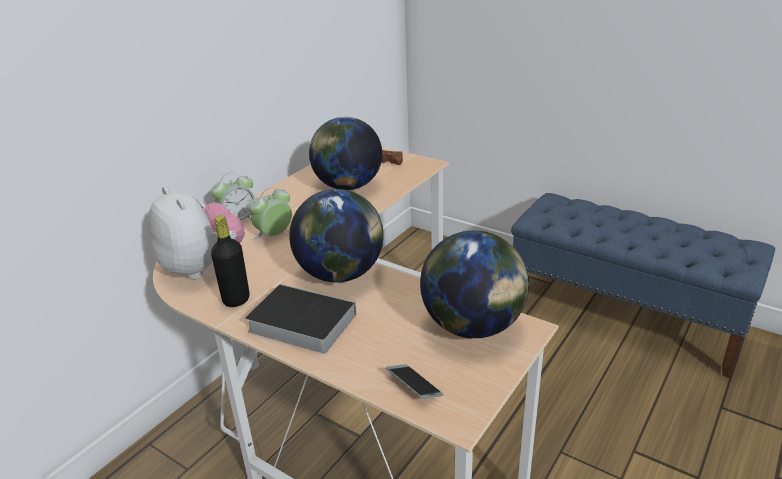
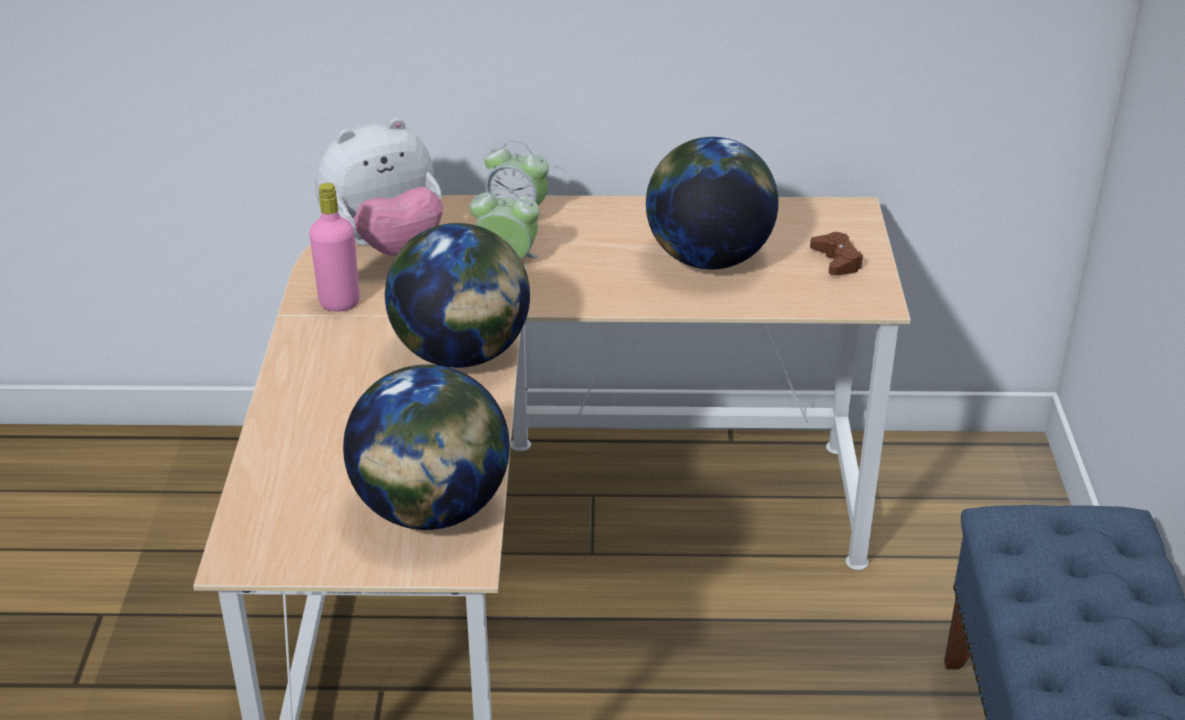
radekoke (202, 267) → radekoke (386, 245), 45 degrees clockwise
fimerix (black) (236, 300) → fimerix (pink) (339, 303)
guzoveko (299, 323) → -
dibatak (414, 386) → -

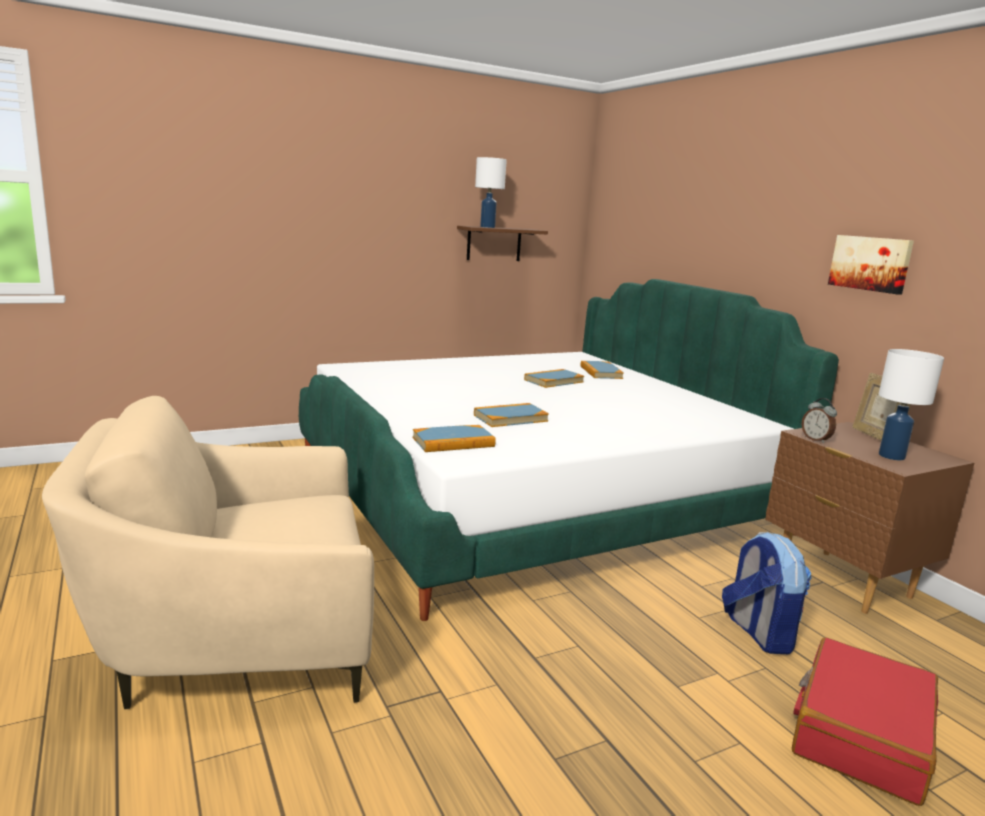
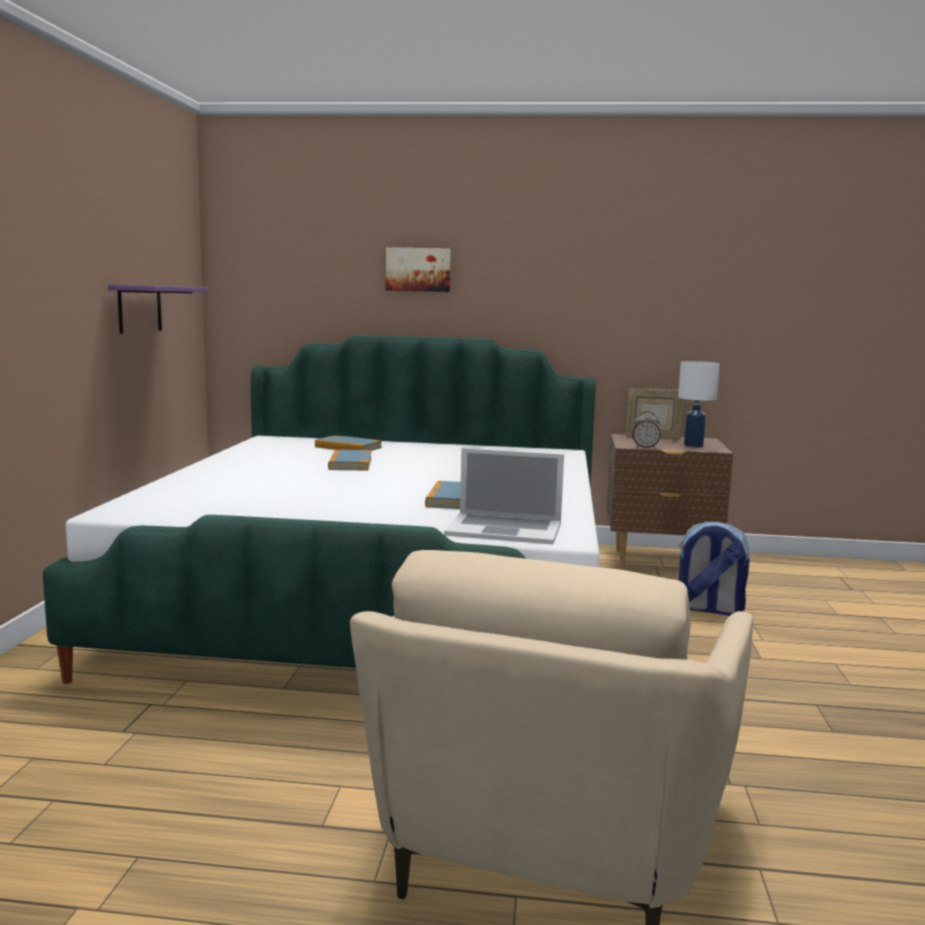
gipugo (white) (487, 227) → -
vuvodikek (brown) (494, 244) → vuvodikek (purple) (139, 308)
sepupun (870, 263) → sepupun (418, 269), moved
guzoveko (453, 442) → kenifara (504, 529)
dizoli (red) (860, 734) → -

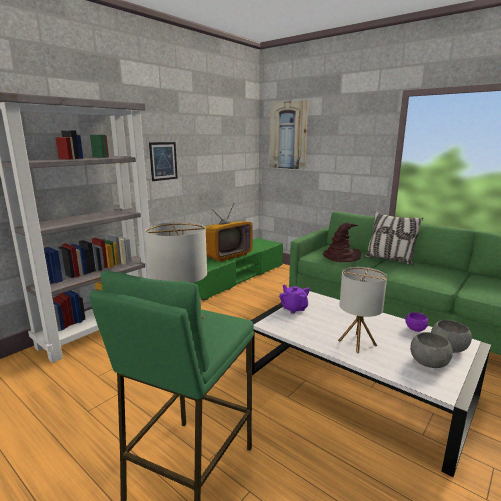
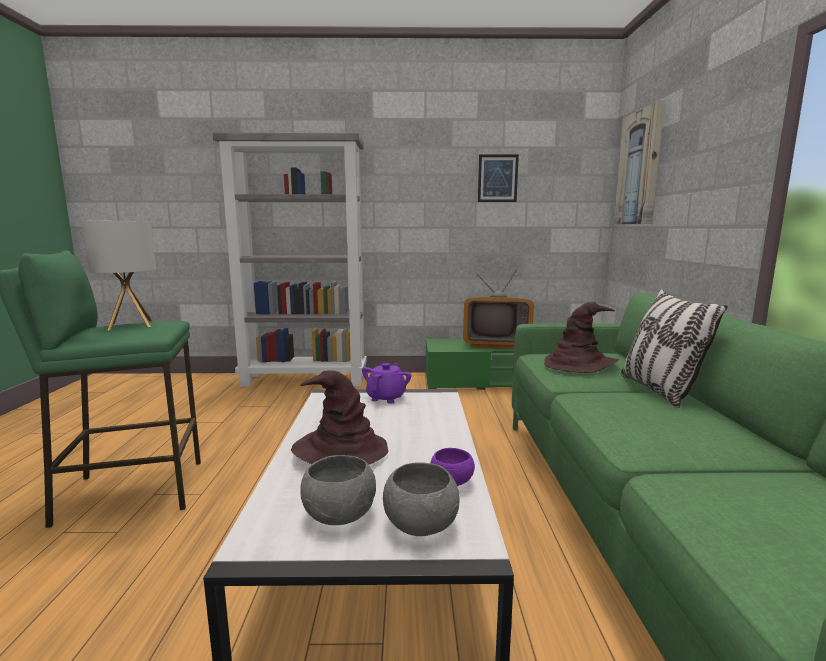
sepupun (163, 161) → sepupun (497, 178), moved
gipugo (357, 343) → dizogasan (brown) (339, 451)

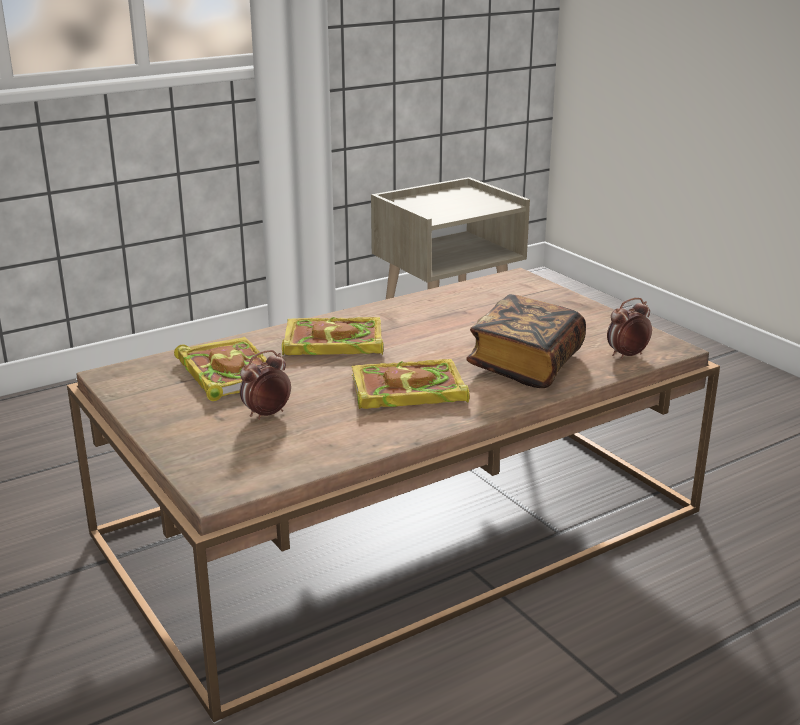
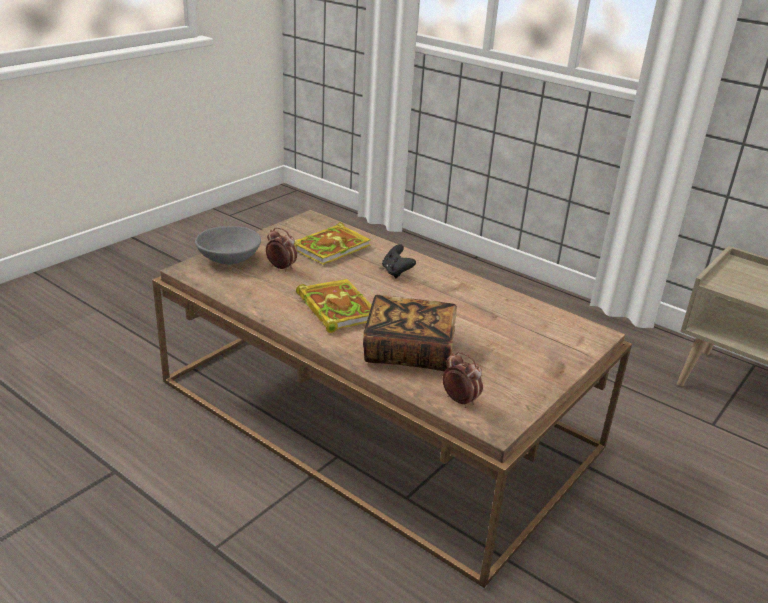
guzoveko (331, 343) → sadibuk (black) (396, 272)
- → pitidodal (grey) (229, 259)

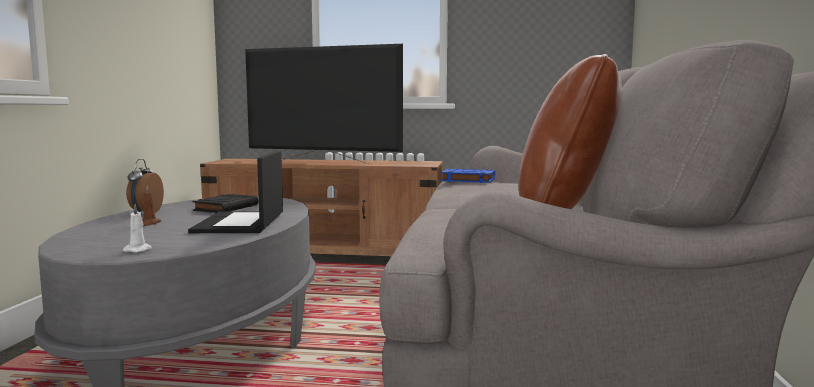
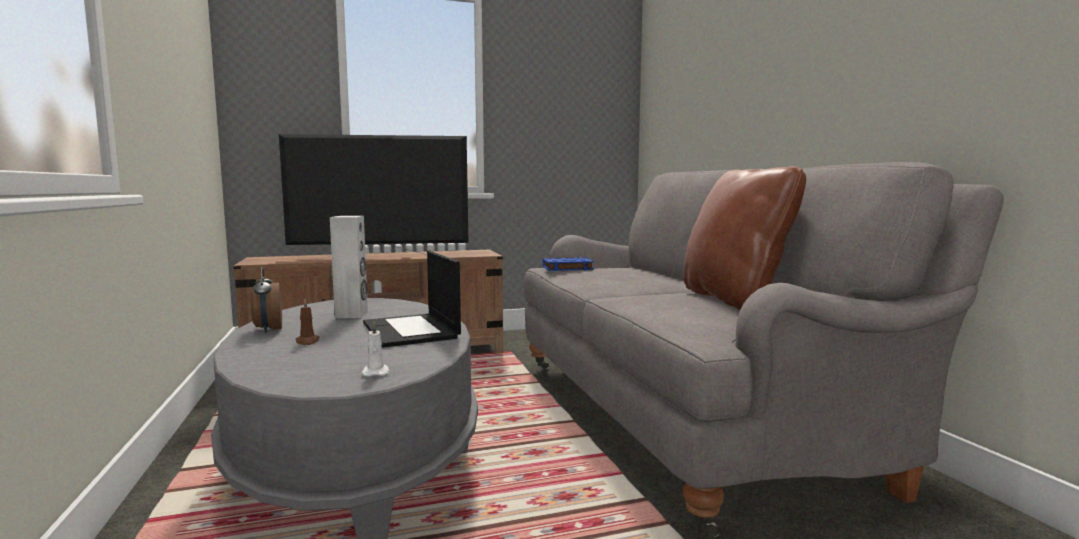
guzoveko (black) (226, 208) → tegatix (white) (352, 315)

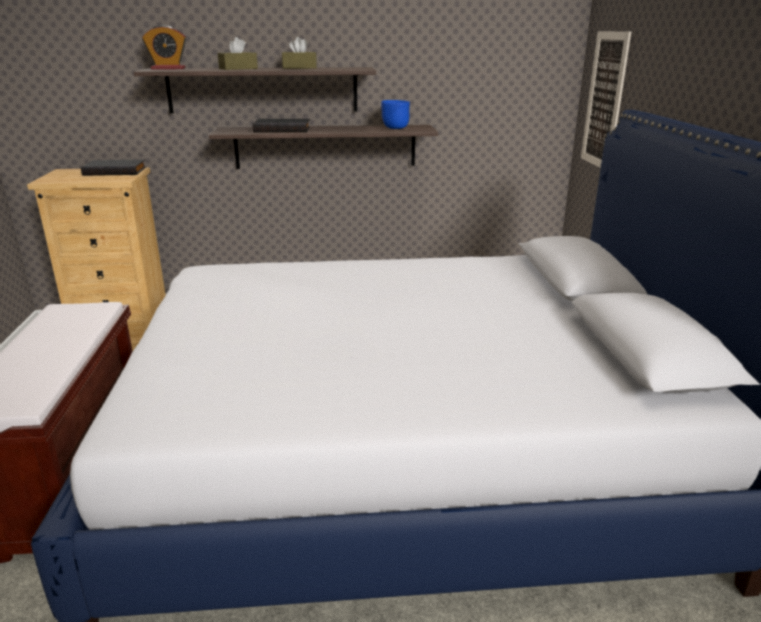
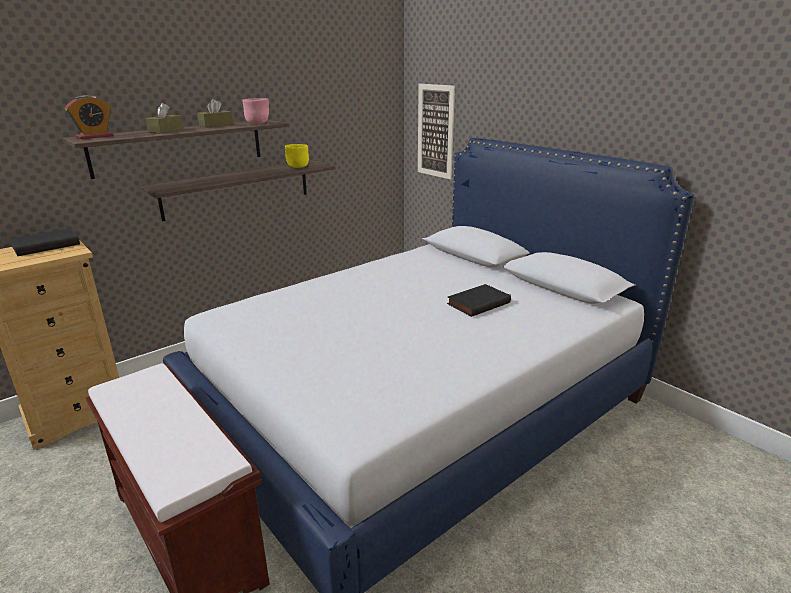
pitidodal (blue) (395, 128) → pitidodal (yellow) (298, 167)
guzoveko (black) (282, 129) → guzoveko (black) (478, 303), moved
- → pitidodal (pink) (257, 123)

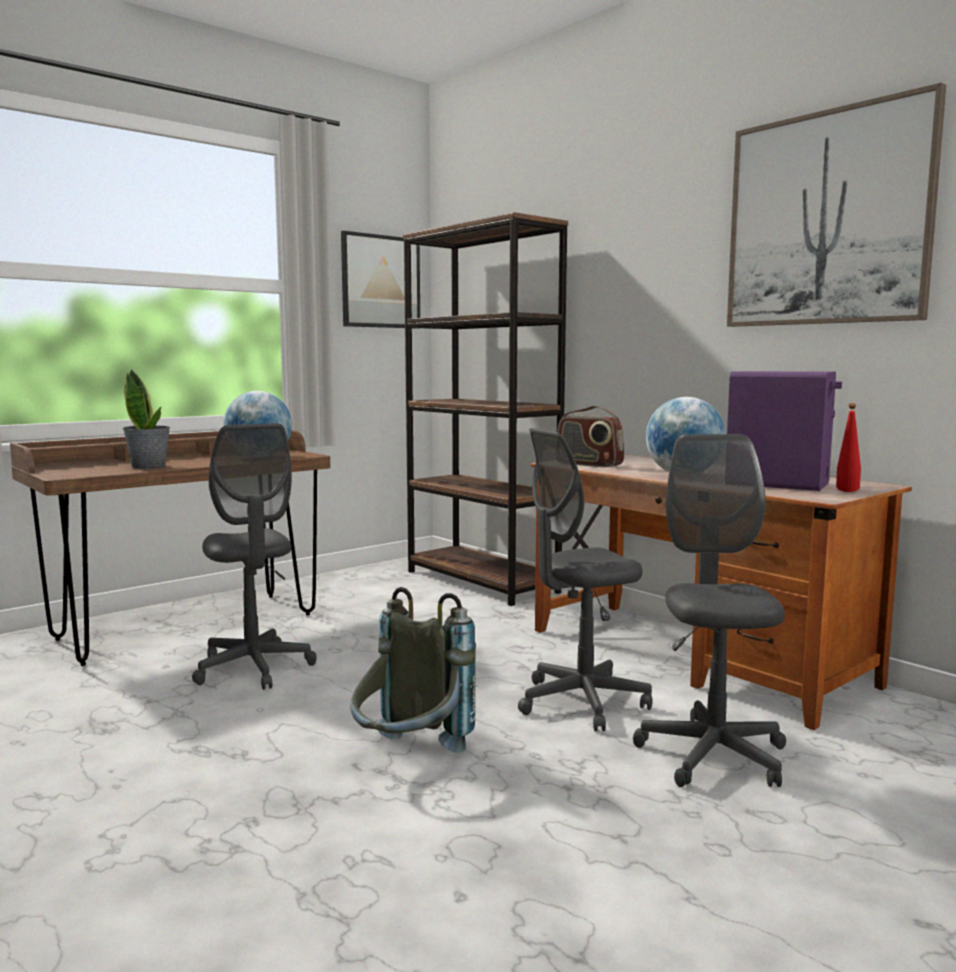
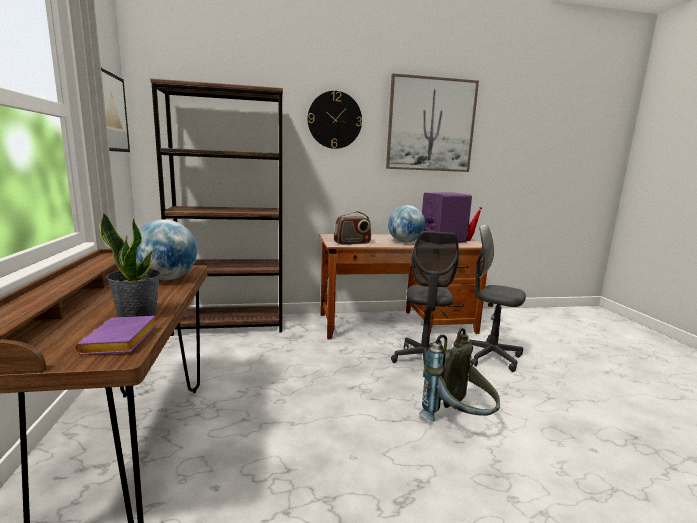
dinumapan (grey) (253, 668) → -
- → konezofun (334, 120)
- → guzoveko (purple) (121, 342)

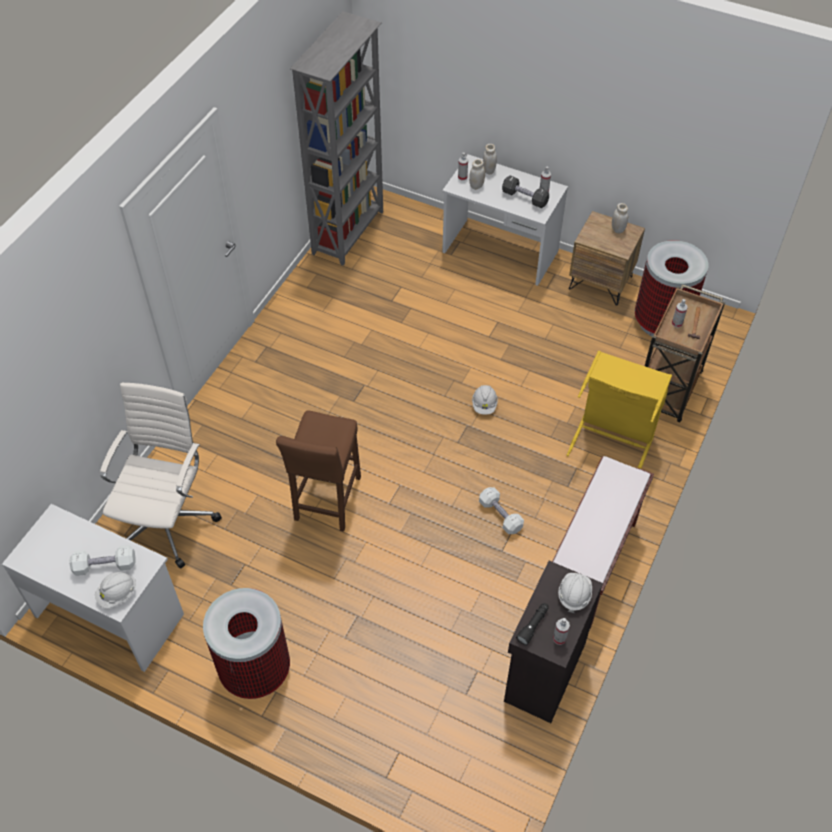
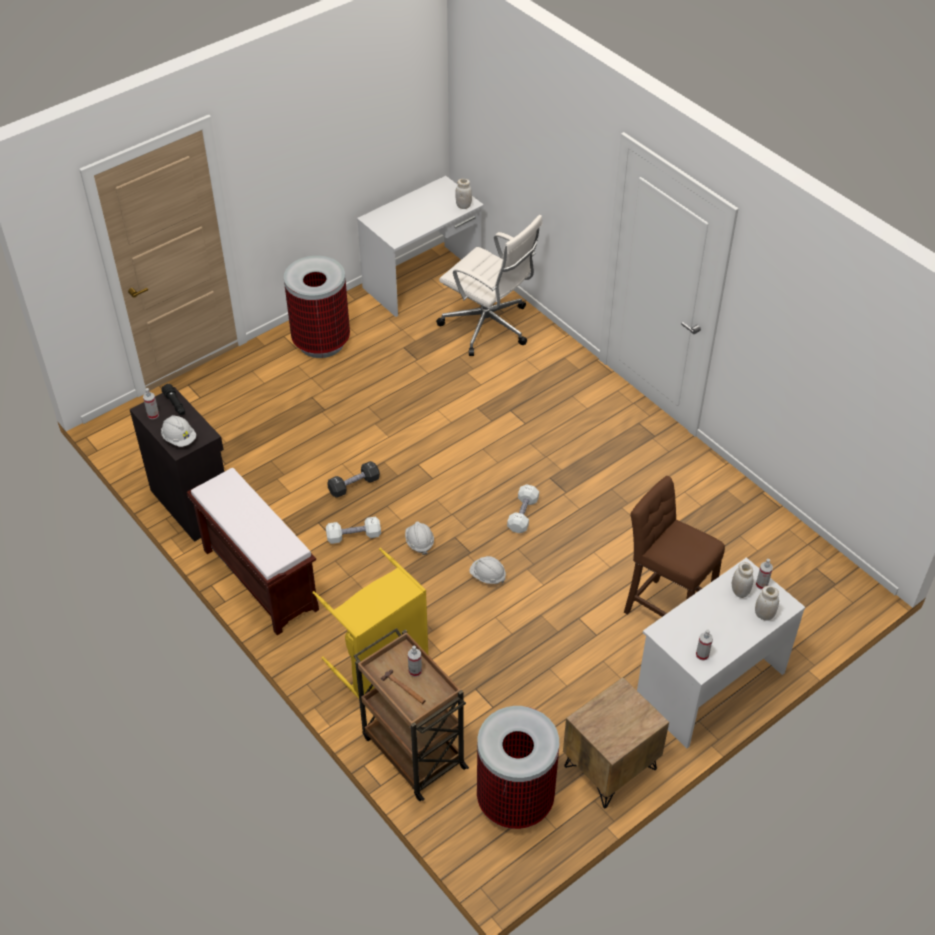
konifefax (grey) (349, 232) → -
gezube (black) (524, 198) → gezube (black) (354, 485), moved
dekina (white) (617, 229) → dekina (white) (463, 206), moved
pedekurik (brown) (327, 502) → pedekurik (brown) (664, 610), moved
gezube (white) (105, 565) → gezube (white) (523, 515), moved
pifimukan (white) (117, 594) → pifimukan (white) (419, 542), moved

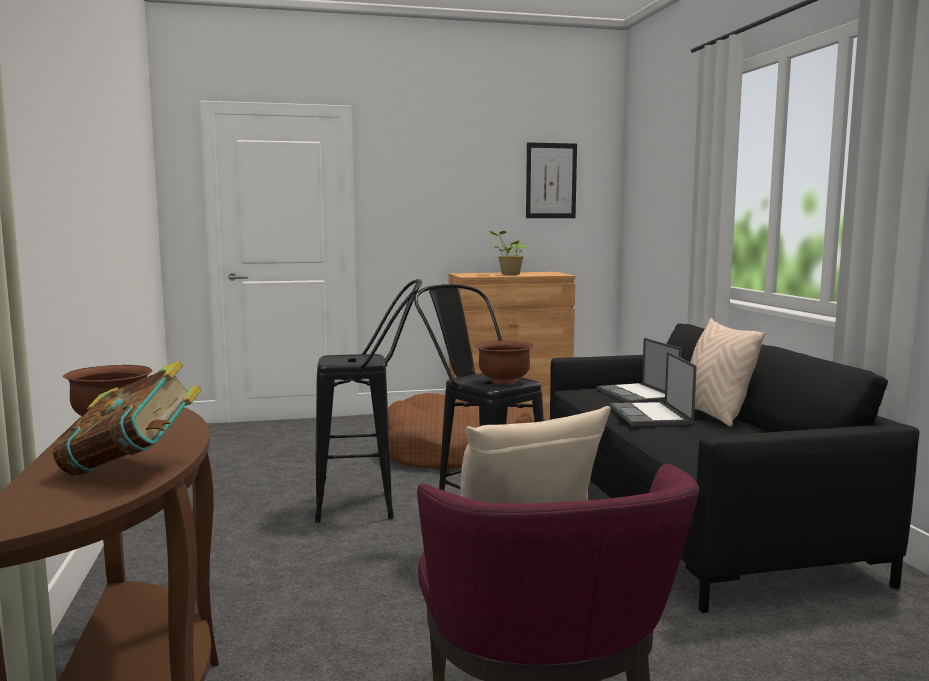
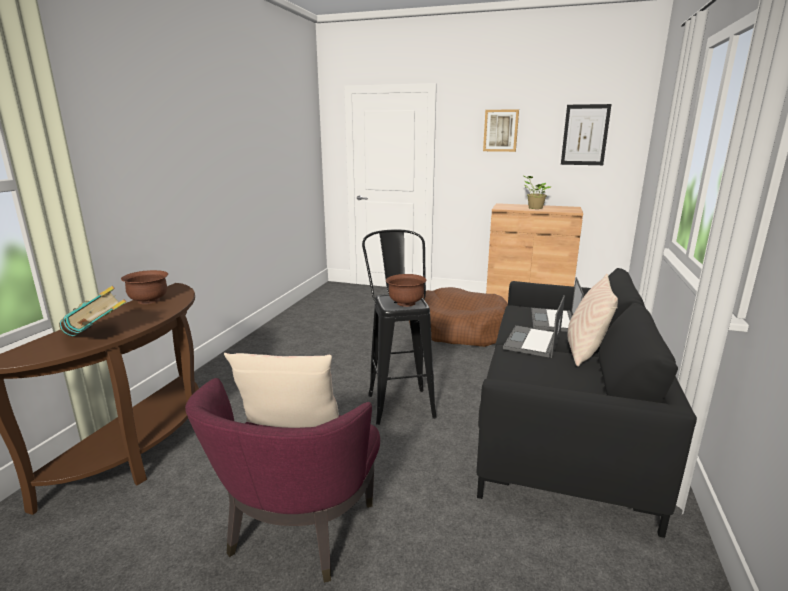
pedekurik (black) (371, 506) → -
- → sepupun (500, 130)

